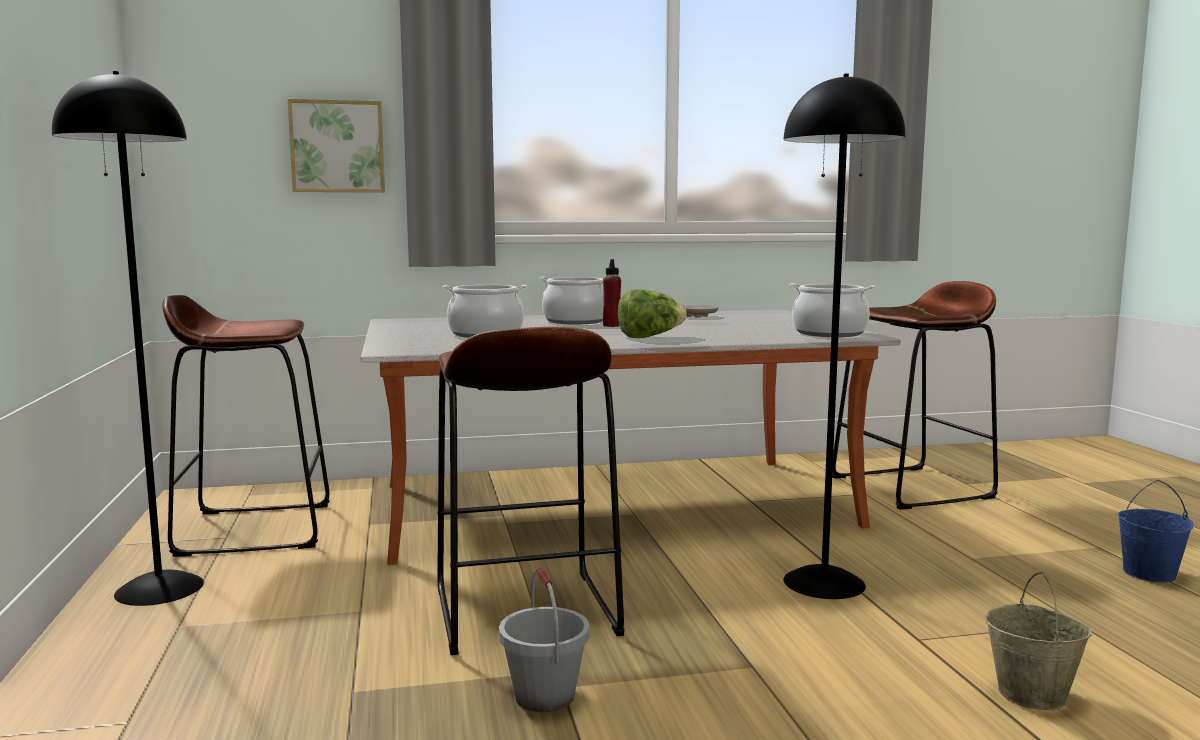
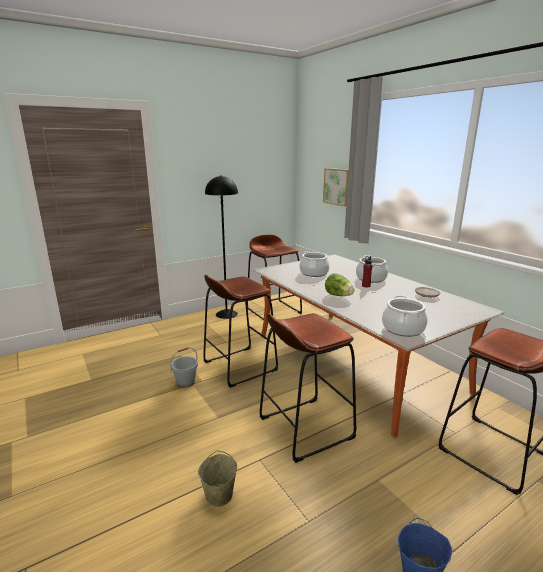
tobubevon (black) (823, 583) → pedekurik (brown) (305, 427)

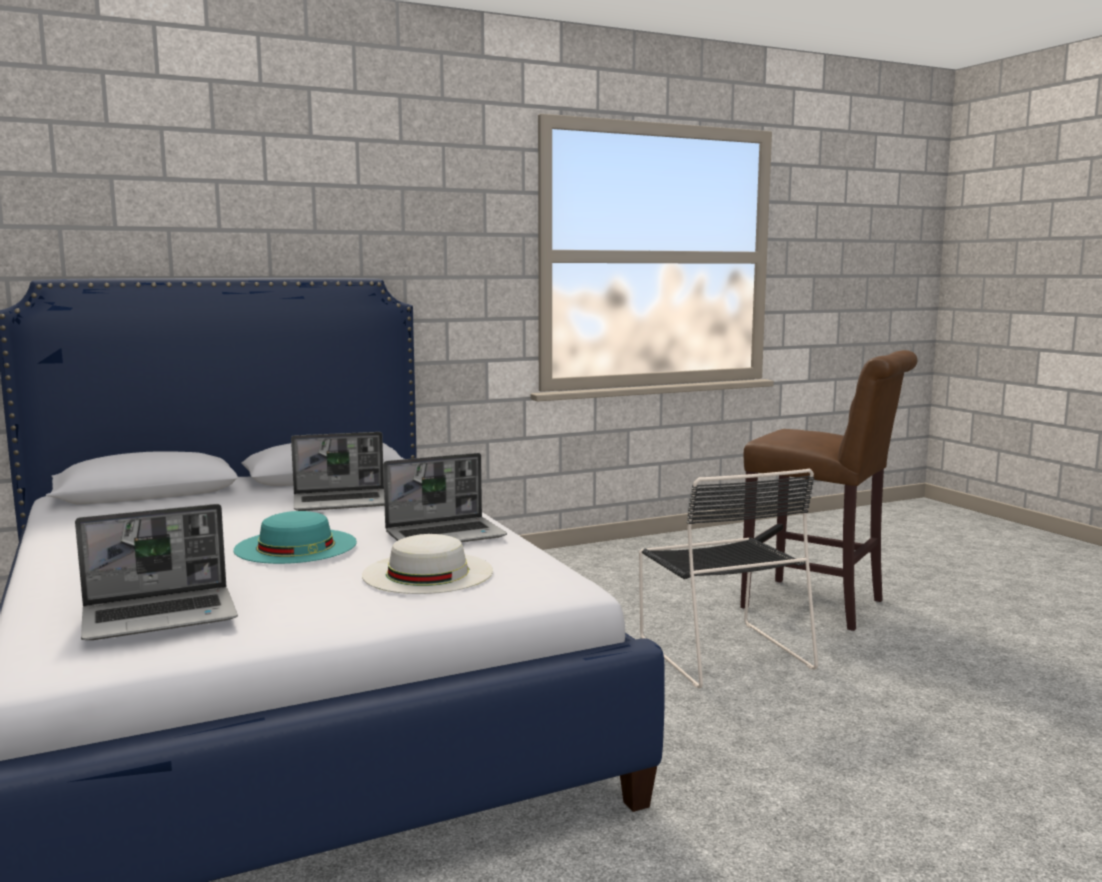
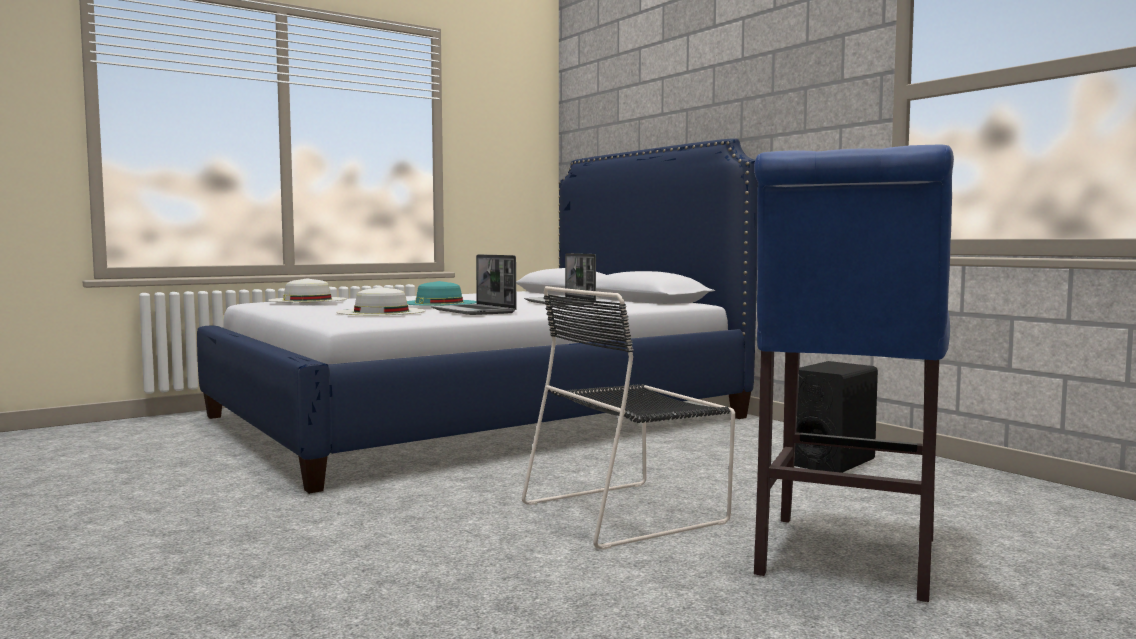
pedekurik (brown) (820, 606) → pedekurik (blue) (844, 561)
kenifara (162, 616) → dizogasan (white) (307, 300)
- → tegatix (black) (831, 462)

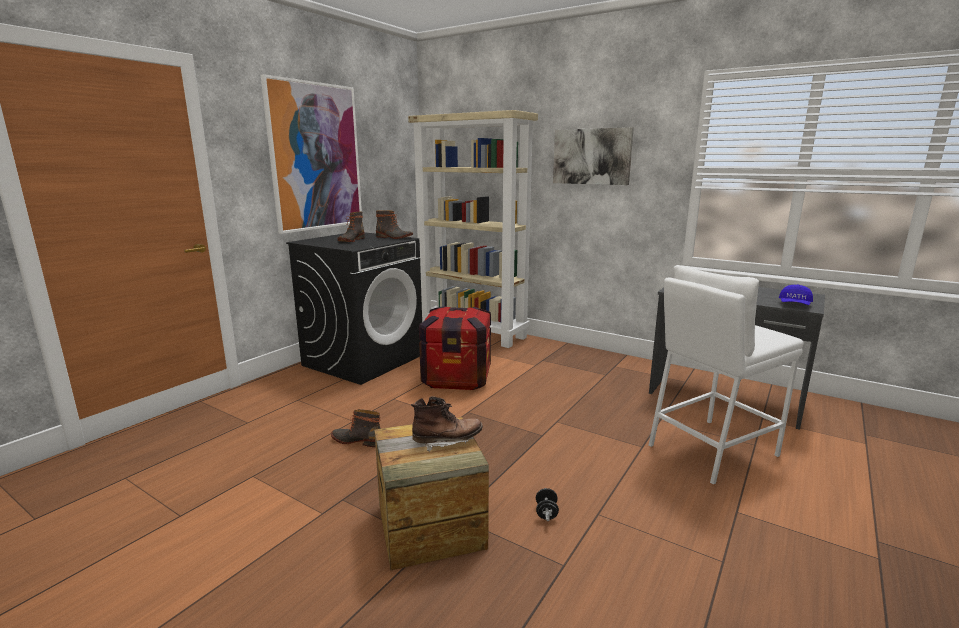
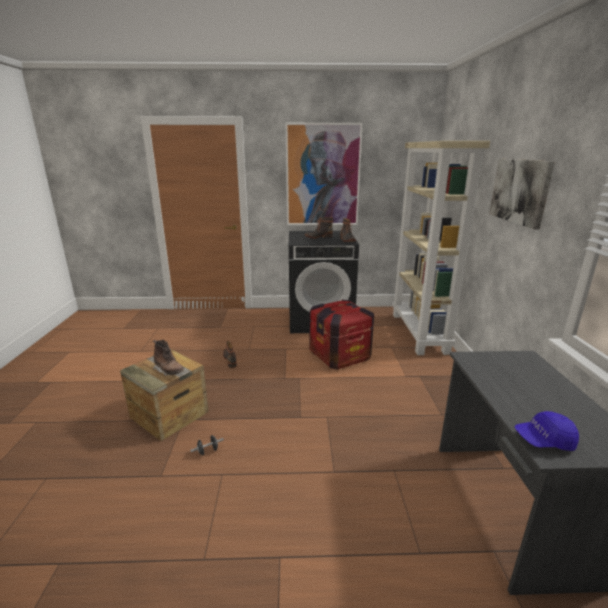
pedekurik (white) (710, 449) → -

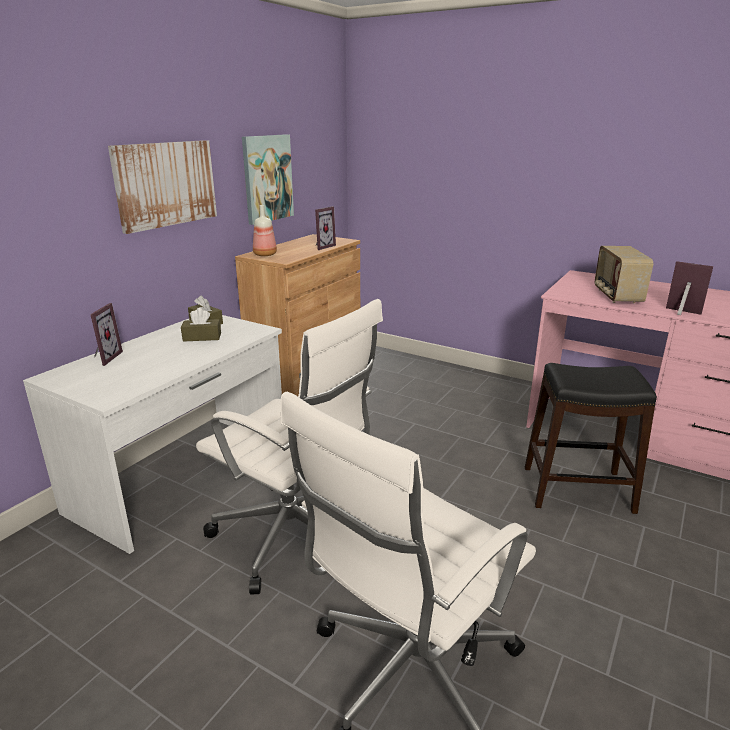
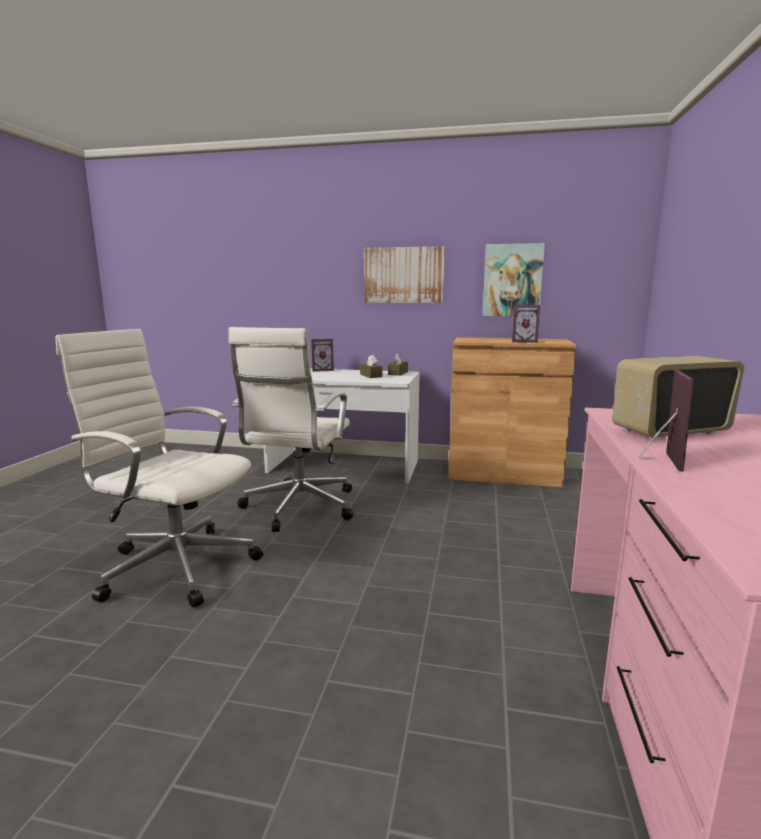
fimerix (264, 255) → -
pedekurik (black) (578, 490) → -

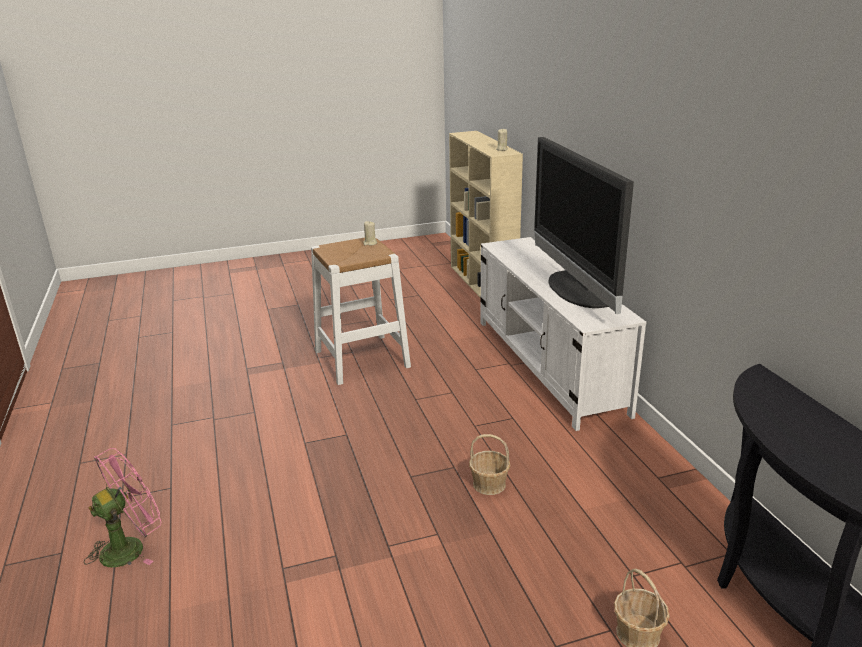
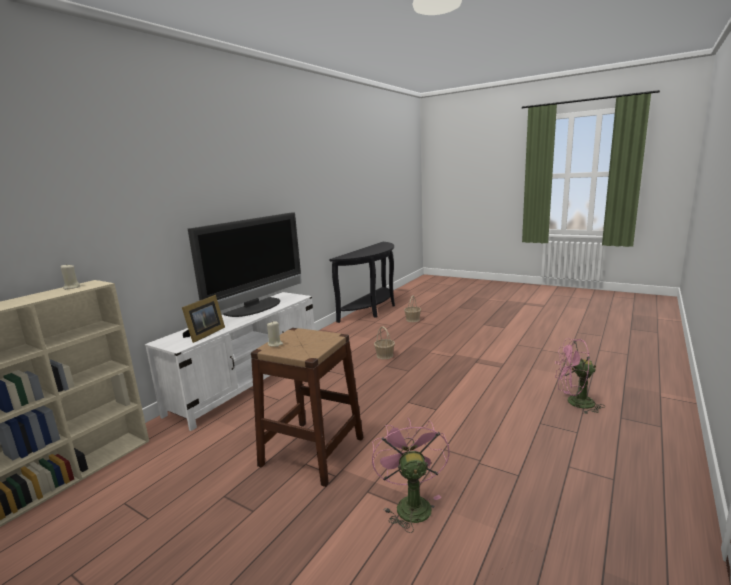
pedekurik (white) (361, 359) → pedekurik (brown) (312, 451)
- → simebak (204, 334)
- → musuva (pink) (410, 503)

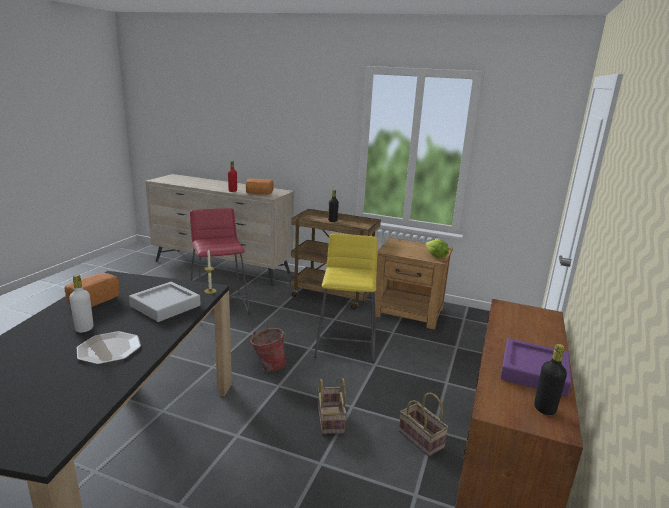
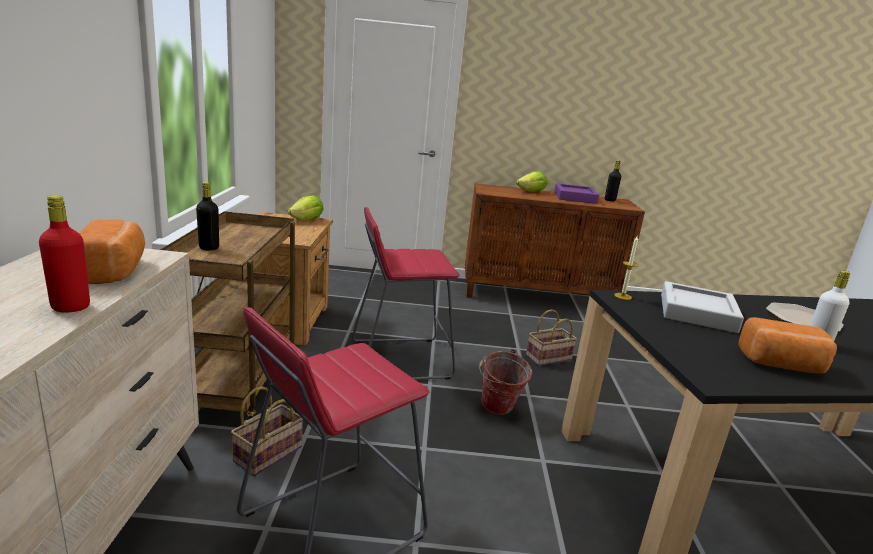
pedekurik (yellow) (346, 344) → pedekurik (red) (400, 360)
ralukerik (422, 439) → ralukerik (268, 452), moved
- → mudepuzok (531, 192)

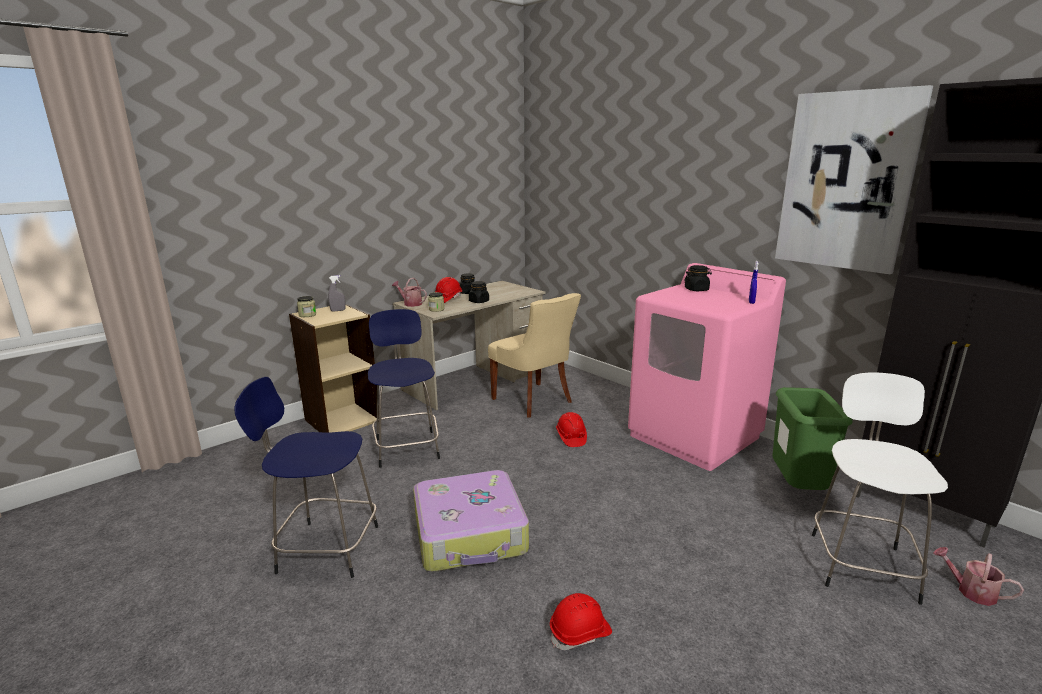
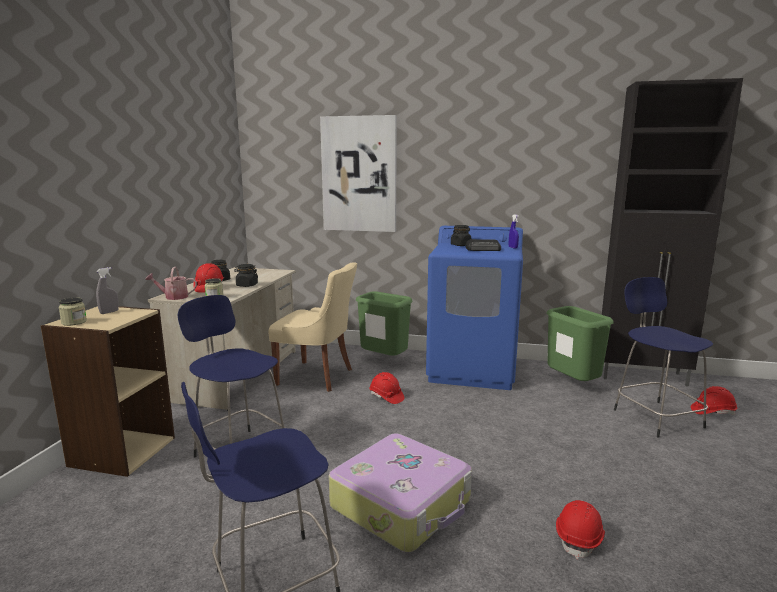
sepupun (846, 181) → sepupun (359, 174), moved
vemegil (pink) (695, 436) → vemegil (blue) (473, 370)
pedekurik (white) (861, 564) → pedekurik (blue) (655, 417)
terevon (970, 591) → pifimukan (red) (712, 411)
- → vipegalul (483, 249)
- → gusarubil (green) (383, 361)

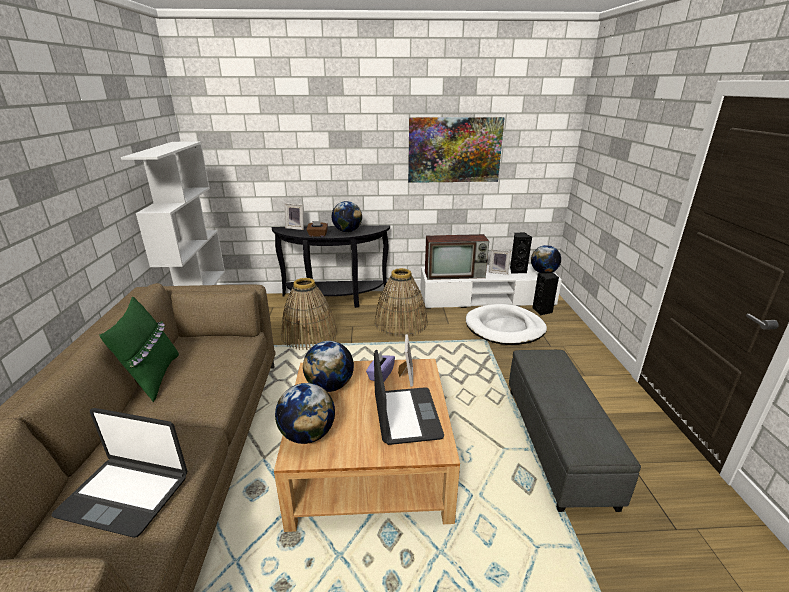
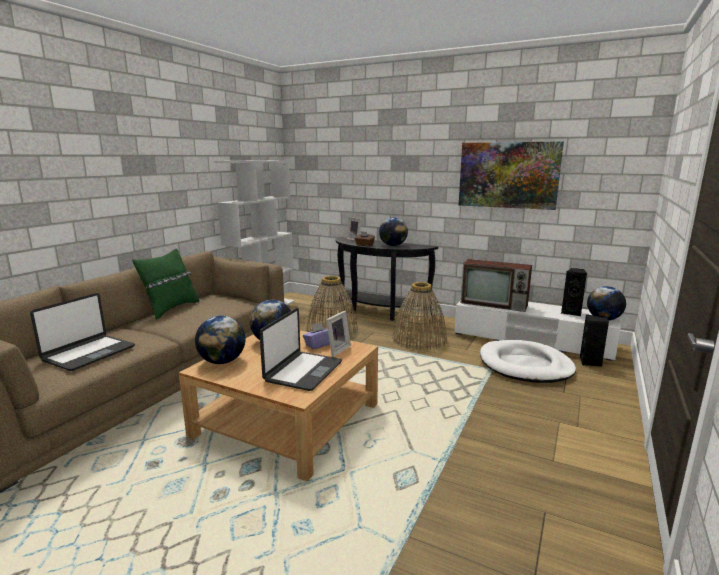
simebak (498, 272) → -
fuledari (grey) (557, 442) → -
kenifara (125, 494) → kenifara (88, 353), 105 degrees counterclockwise

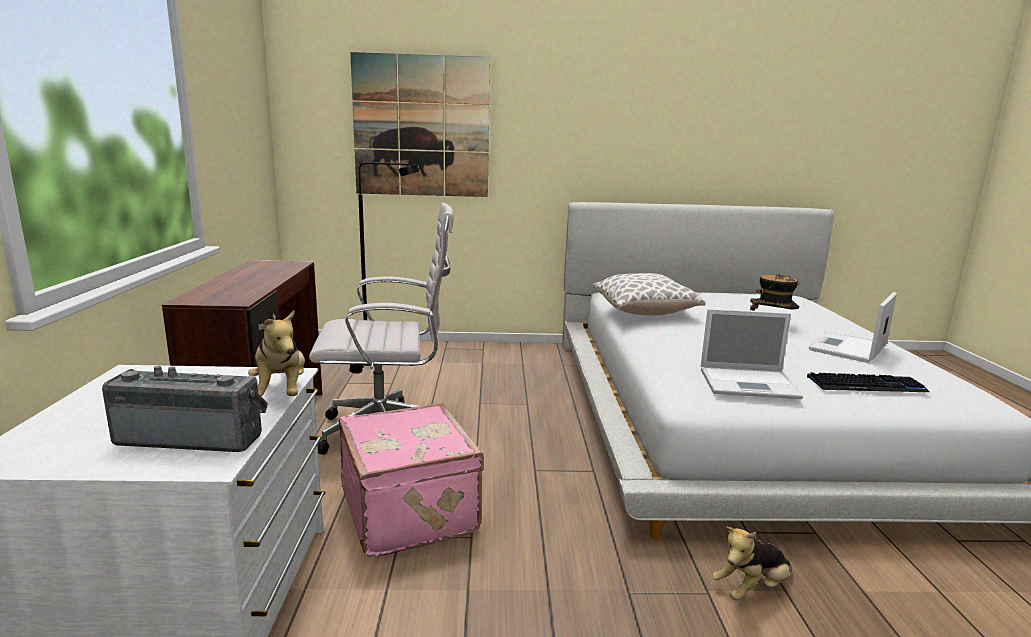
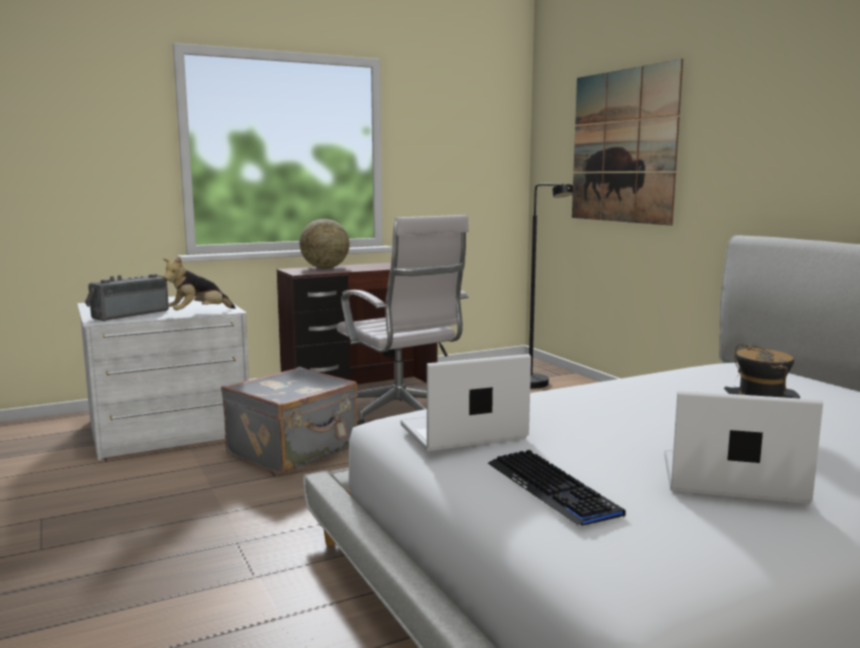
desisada (644, 312) → -
kenifara (750, 383) → kenifara (460, 432), 90 degrees clockwise
vipegalul (193, 437) → vipegalul (129, 314), 120 degrees counterclockwise
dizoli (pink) (411, 510) → dizoli (grey) (294, 451)
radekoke (751, 589) → -
- → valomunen (325, 268)

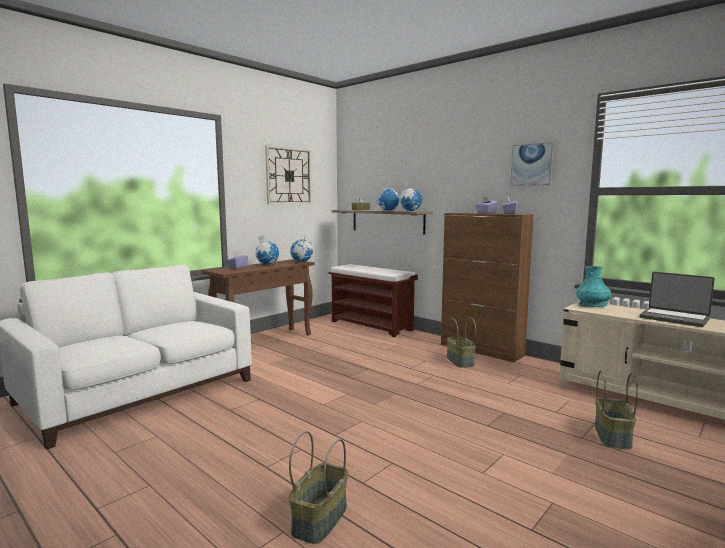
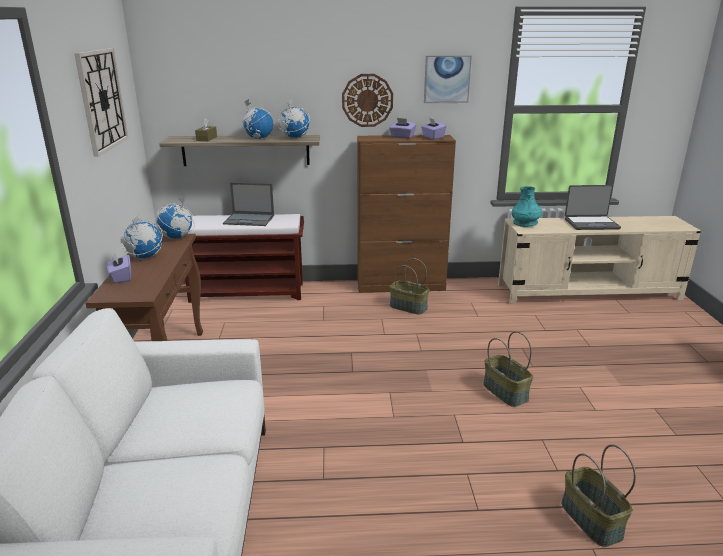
ralukerik (613, 436) → ralukerik (506, 392), moved
- → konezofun (367, 100)
- → kenifara (249, 220)

